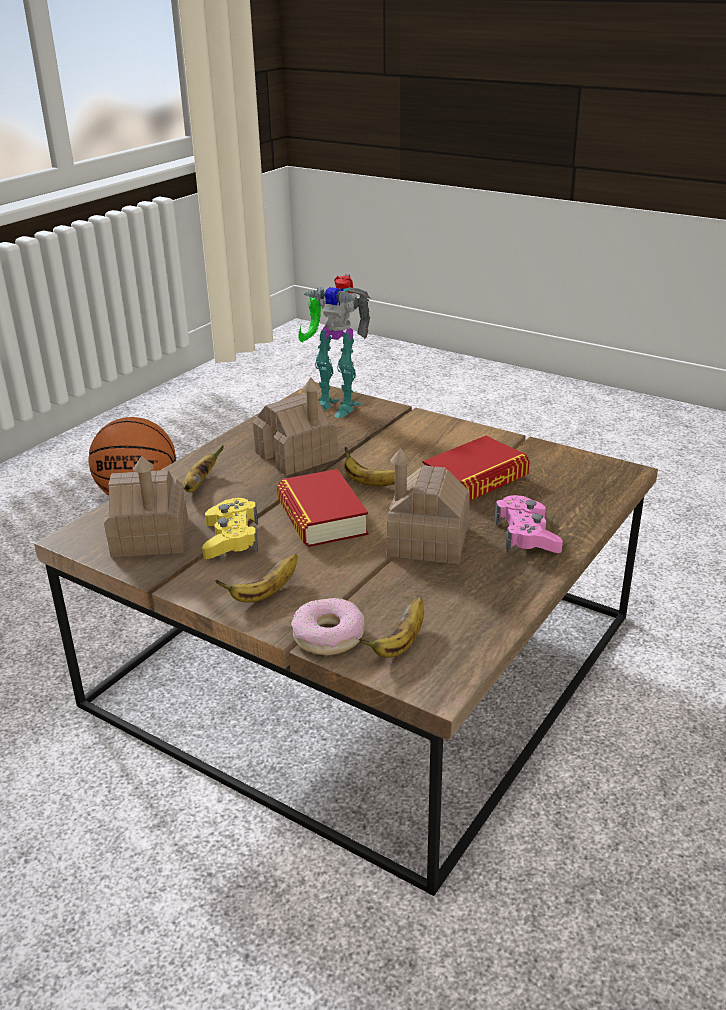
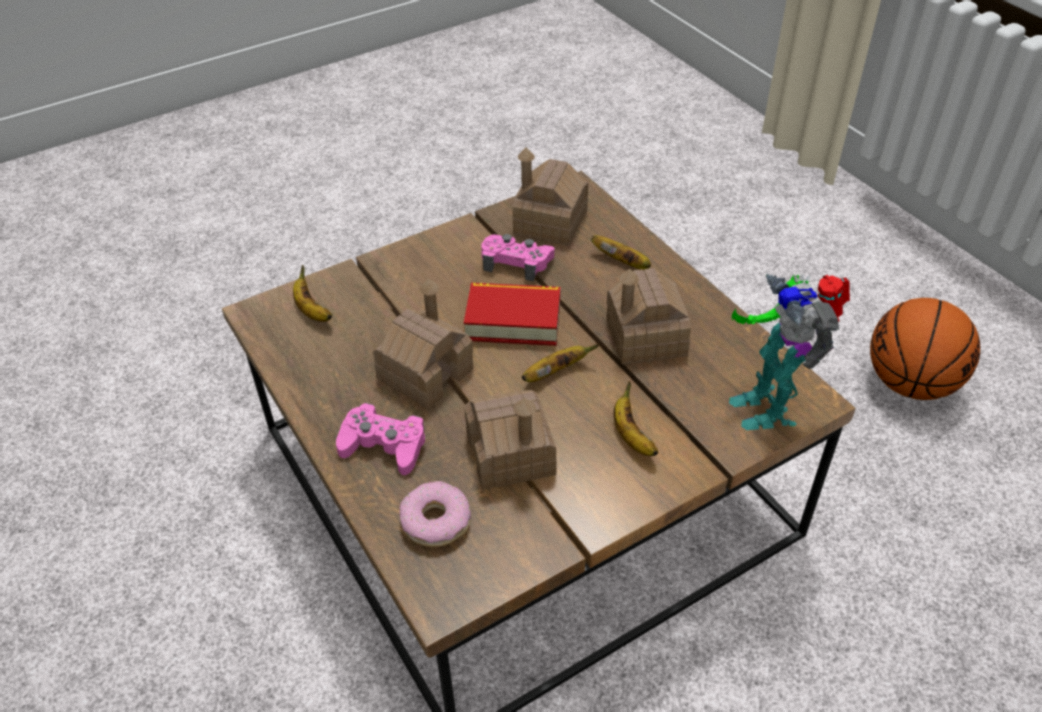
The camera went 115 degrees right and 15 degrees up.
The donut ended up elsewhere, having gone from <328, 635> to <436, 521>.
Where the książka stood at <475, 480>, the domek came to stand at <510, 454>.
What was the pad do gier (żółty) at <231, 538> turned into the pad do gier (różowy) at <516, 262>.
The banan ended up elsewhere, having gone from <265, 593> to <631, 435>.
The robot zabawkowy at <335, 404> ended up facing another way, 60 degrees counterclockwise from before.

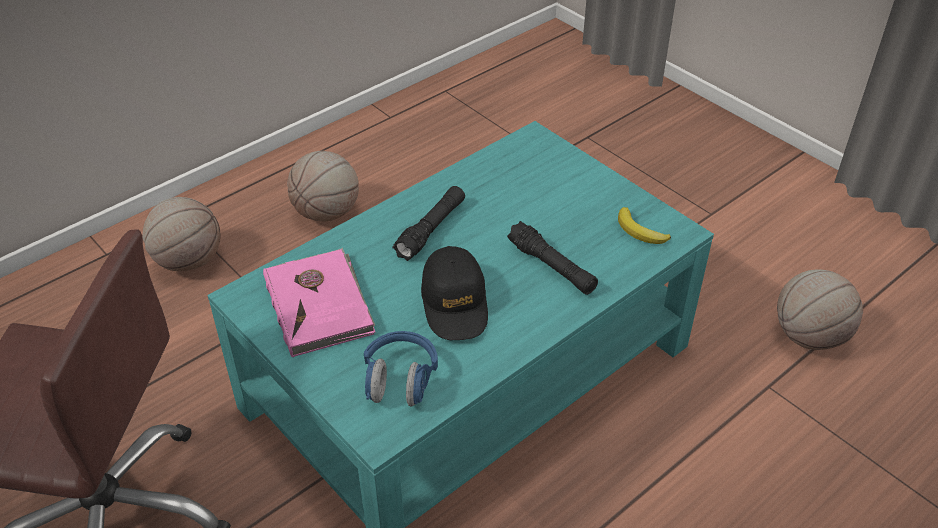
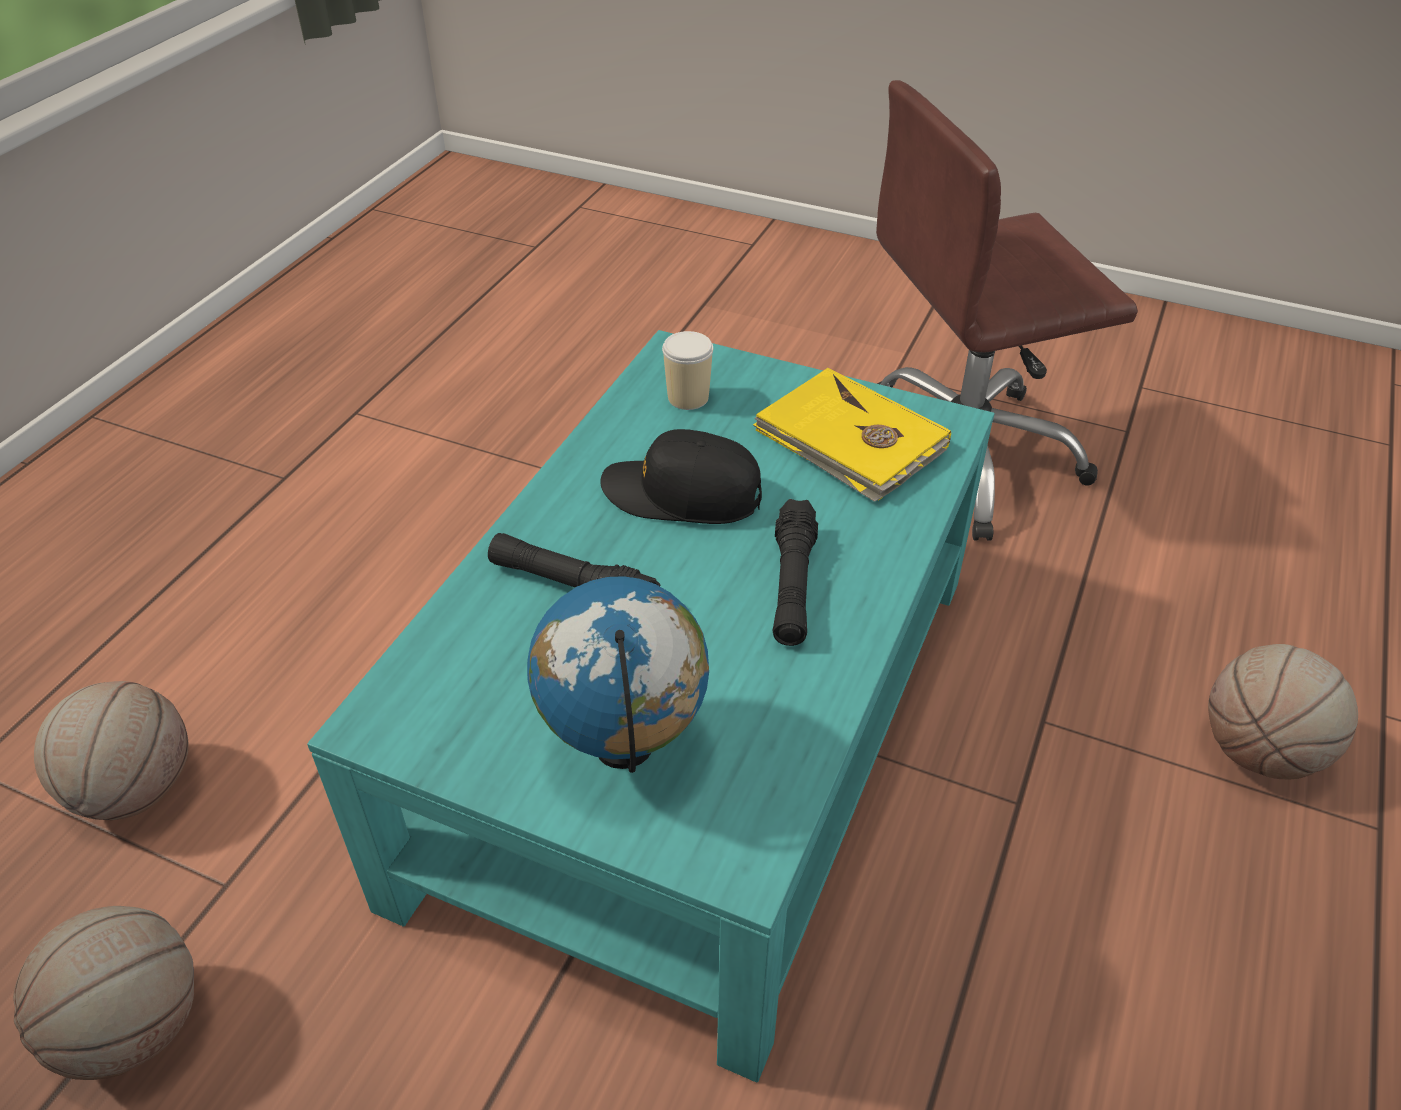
The camera went 155 degrees right and 0 degrees up.
The piłka do koszykówki ended up elsewhere, having gone from <327, 213> to <135, 790>.
The second view gained the globus at <625, 749>.
The czapka z daszkiem (czarny) at <455, 303> ended up facing another way, 45 degrees counterclockwise from before.
Where the słuchawki (niebieski) stood at <400, 380>, the filiżanka came to stand at <688, 398>.
What was the książka (różowy) at <320, 304> turned into the książka (żółty) at <850, 441>.
The second view lost the banan at <640, 231>.

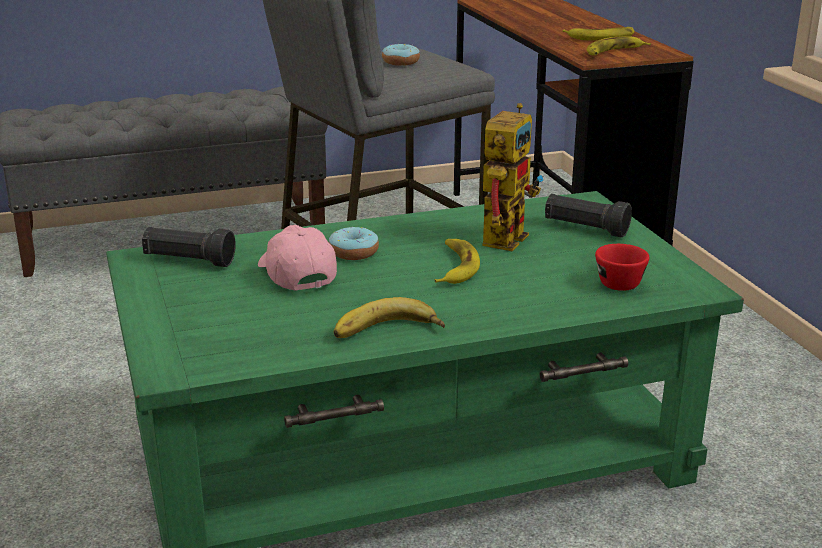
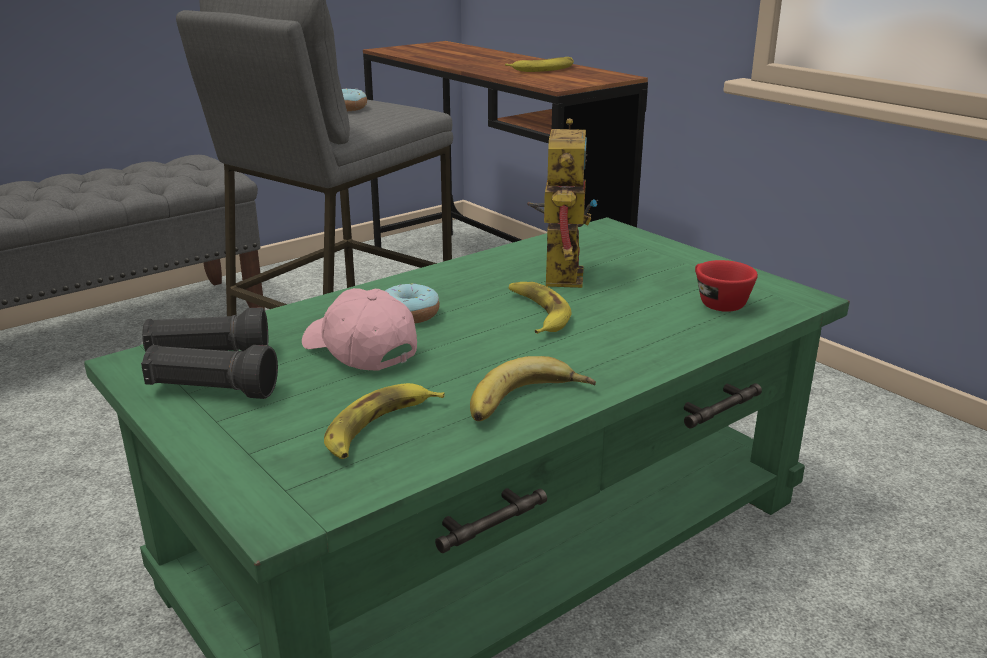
The camera went 20 degrees left and 0 degrees up.
The latarka (czarny) ended up elsewhere, having gone from <585, 228> to <211, 391>.
The banan ended up elsewhere, having gone from <614, 52> to <378, 428>.

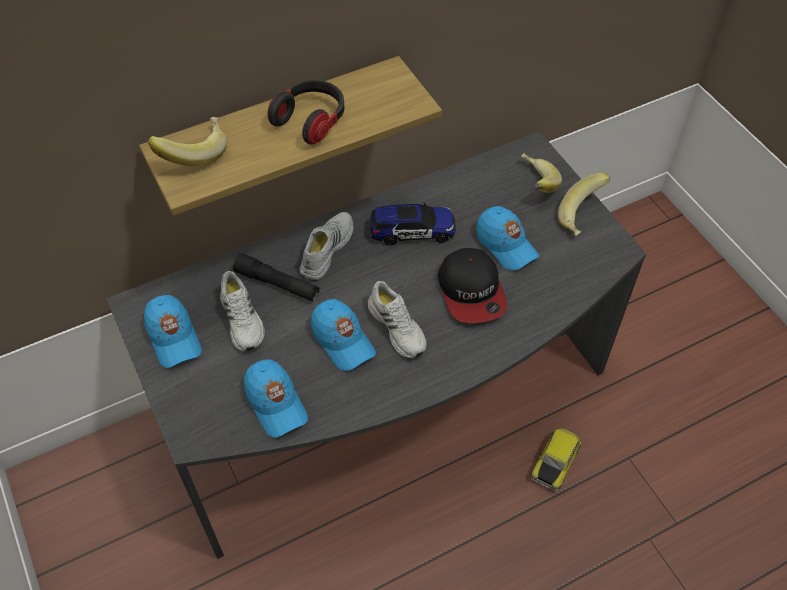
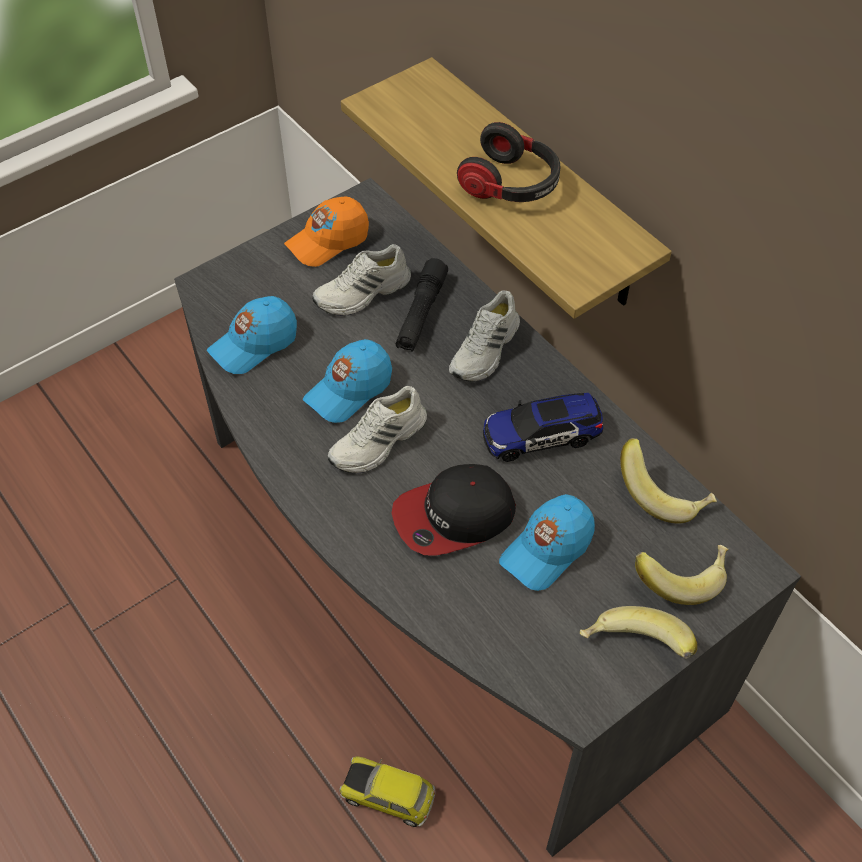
The camera went 80 degrees right and 0 degrees up.
What was the czapka z daszkiem (niebieski) at <173, 337> turned into the czapka z daszkiem (pomarańczowy) at <328, 241>.
The but (biały) at <326, 249> ended up facing another way, 105 degrees clockwise from before.
The samochodzik at <412, 231> ended up facing another way, 90 degrees clockwise from before.
The banan ended up elsewhere, having gone from <193, 152> to <663, 493>.

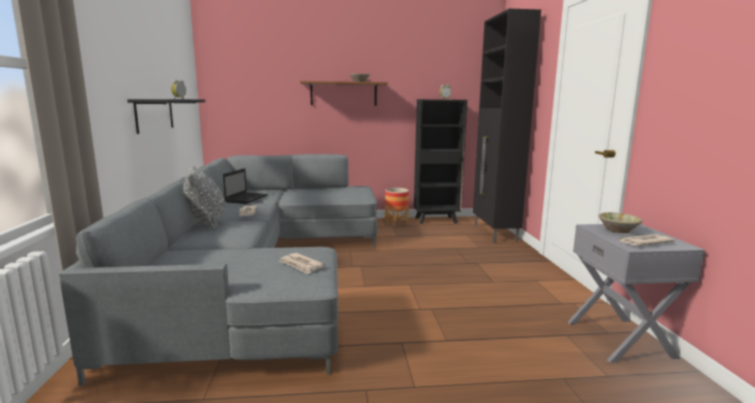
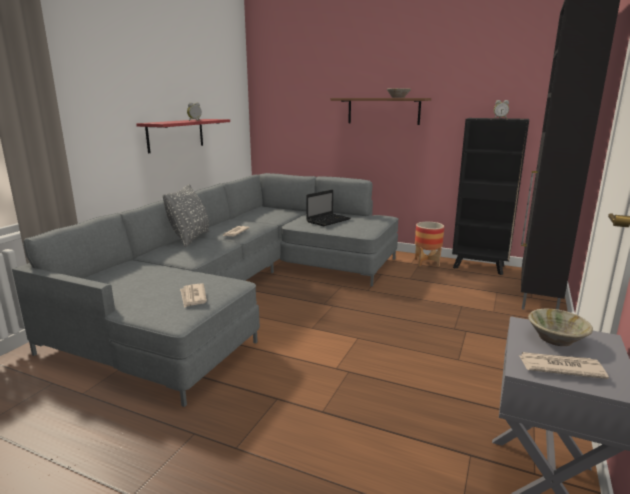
The camera went 30 degrees right and 5 degrees up.
What was the półka (czarny) at <154, 114> turned into the półka (czerwony) at <176, 135>.
The laptop ended up elsewhere, having gone from <247, 198> to <329, 220>.

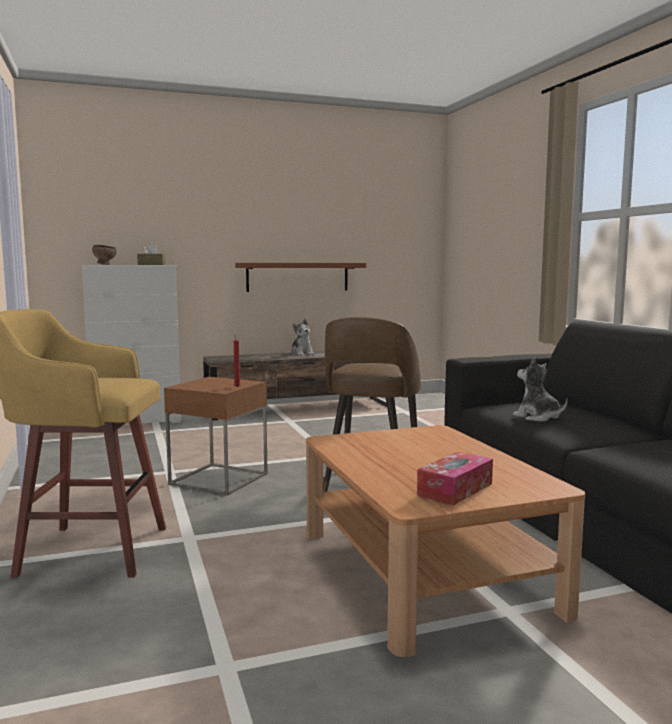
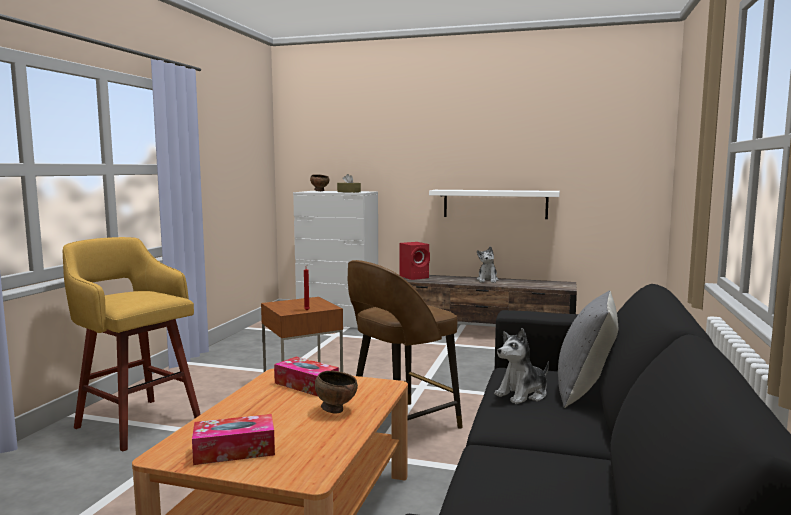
The camera went 35 degrees right and 0 degrees up.
The second view gained the pudełko chusteczek at <306, 385>.
The second view gained the miska (brązowy) at <336, 410>.
The second view gained the głośnik (czerwony) at <415, 277>.
What was the półka (brązowy) at <297, 277> turned into the półka (biały) at <495, 204>.
The pluszak at <537, 417> ended up facing another way, 120 degrees counterclockwise from before.
The second view gained the poduszka (szary) at <585, 392>.

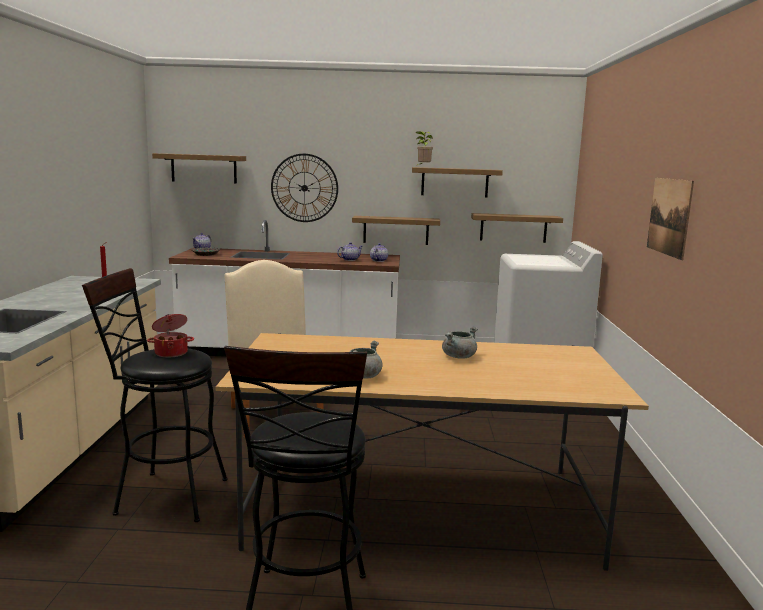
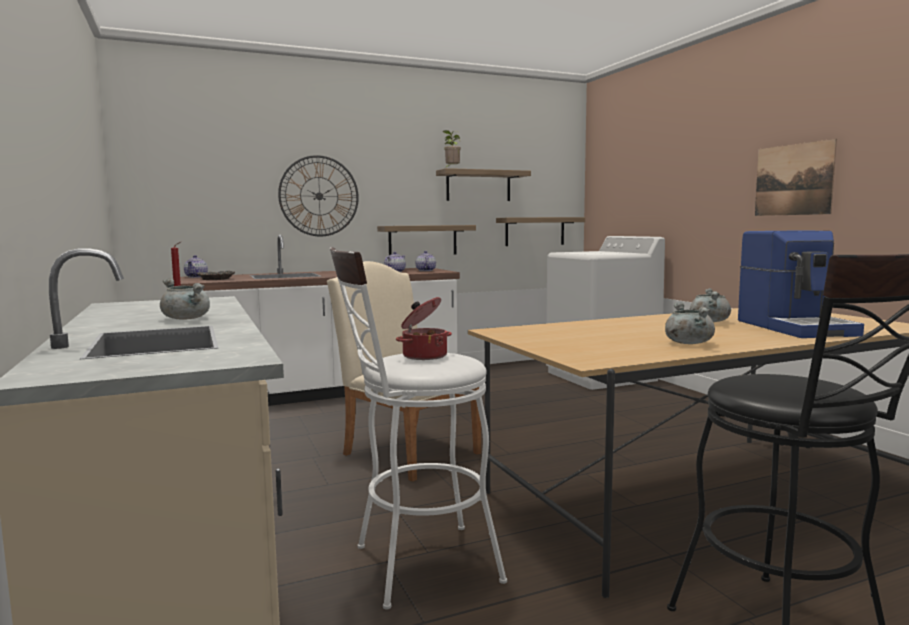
The camera went 25 degrees left and 5 degrees down.
The second view gained the garnek (szary) at <187, 319>.
What was the stołek (czarny) at <163, 495> turned into the stołek (biały) at <414, 566>.
The second view gained the ekspres do kawy at <796, 327>.
The second view lost the półka at <204, 168>.

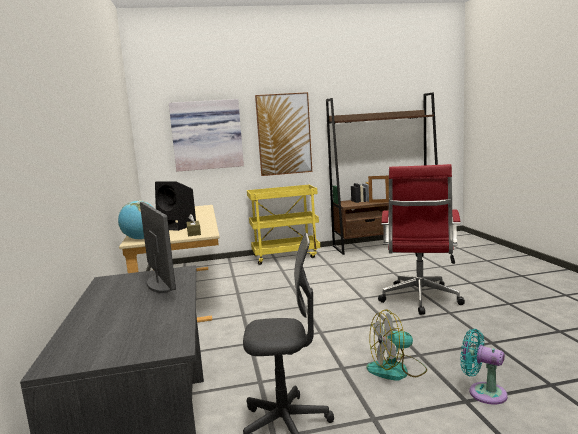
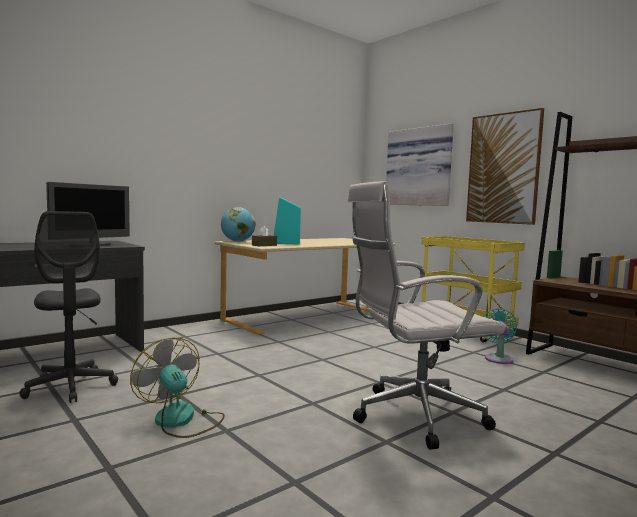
The camera went 60 degrees right and 5 degrees down.
What was the głośnik (czarny) at <177, 226> turned into the głośnik (turkusowy) at <286, 243>.
What was the krzesło biurowe (czerwony) at <420, 300> turned into the krzesło biurowe (biały) at <412, 416>.
The wentylator (turkusowy) ended up elsewhere, having gone from <483, 392> to <498, 358>.
The second view lost the ramka na zdjęcie at <379, 202>.

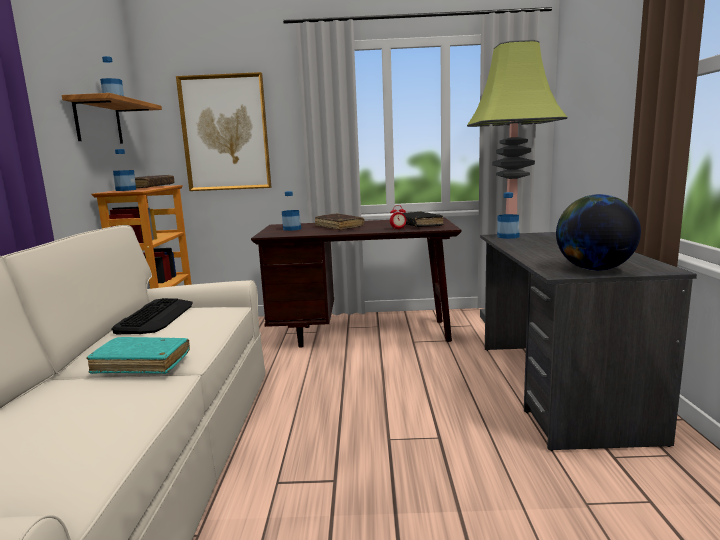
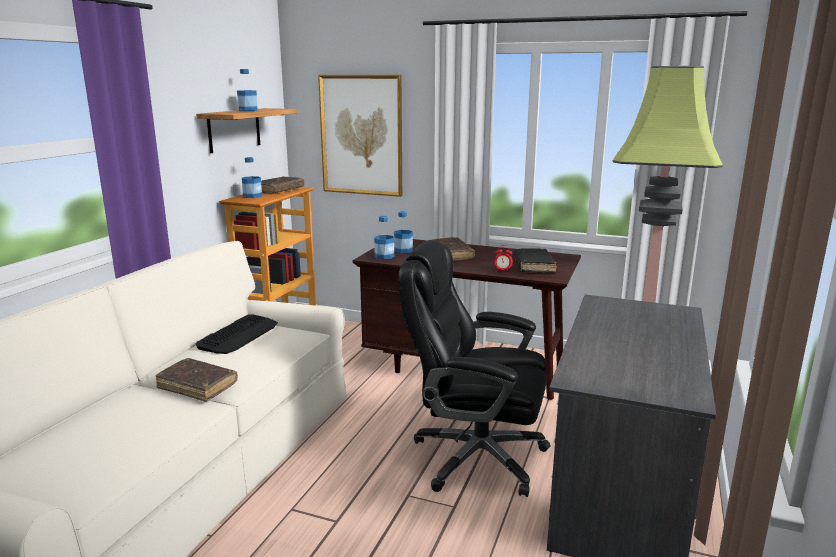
The camera went 20 degrees right and 5 degrees up.
What was the książka (turkusowy) at <142, 363> turned into the książka (brązowy) at <197, 386>.
The butelka ended up elsewhere, having gone from <508, 236> to <384, 256>.
The second view gained the krzesło biurowe (czarny) at <475, 456>.
The second view lost the globus at <594, 269>.

